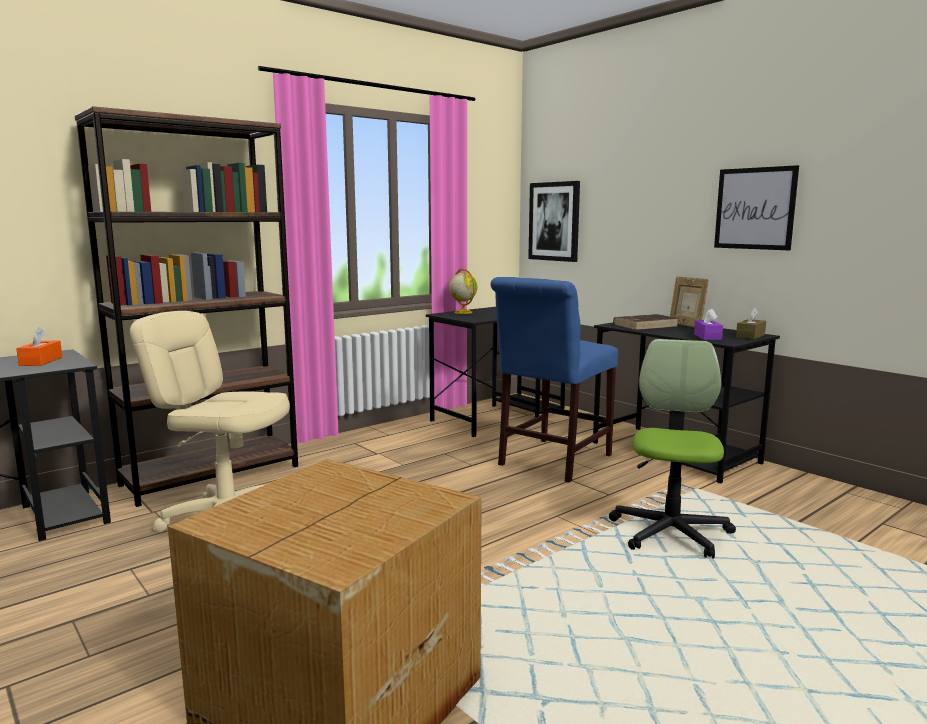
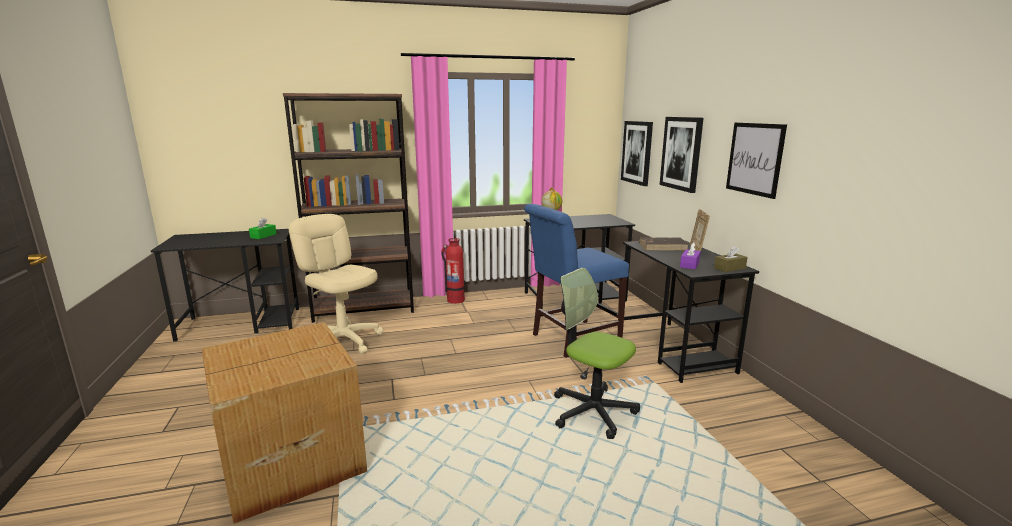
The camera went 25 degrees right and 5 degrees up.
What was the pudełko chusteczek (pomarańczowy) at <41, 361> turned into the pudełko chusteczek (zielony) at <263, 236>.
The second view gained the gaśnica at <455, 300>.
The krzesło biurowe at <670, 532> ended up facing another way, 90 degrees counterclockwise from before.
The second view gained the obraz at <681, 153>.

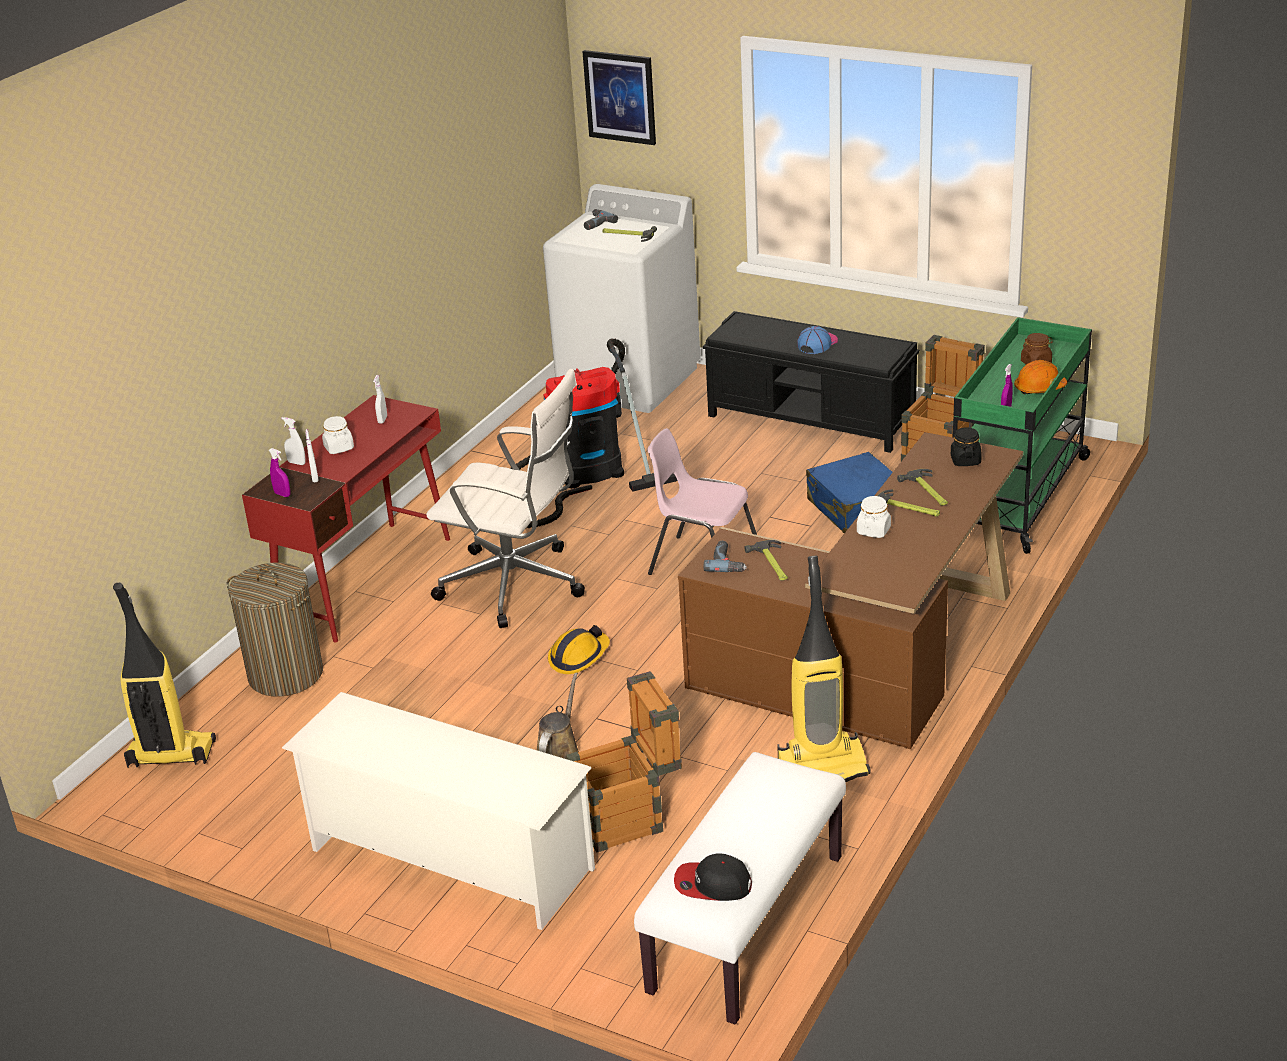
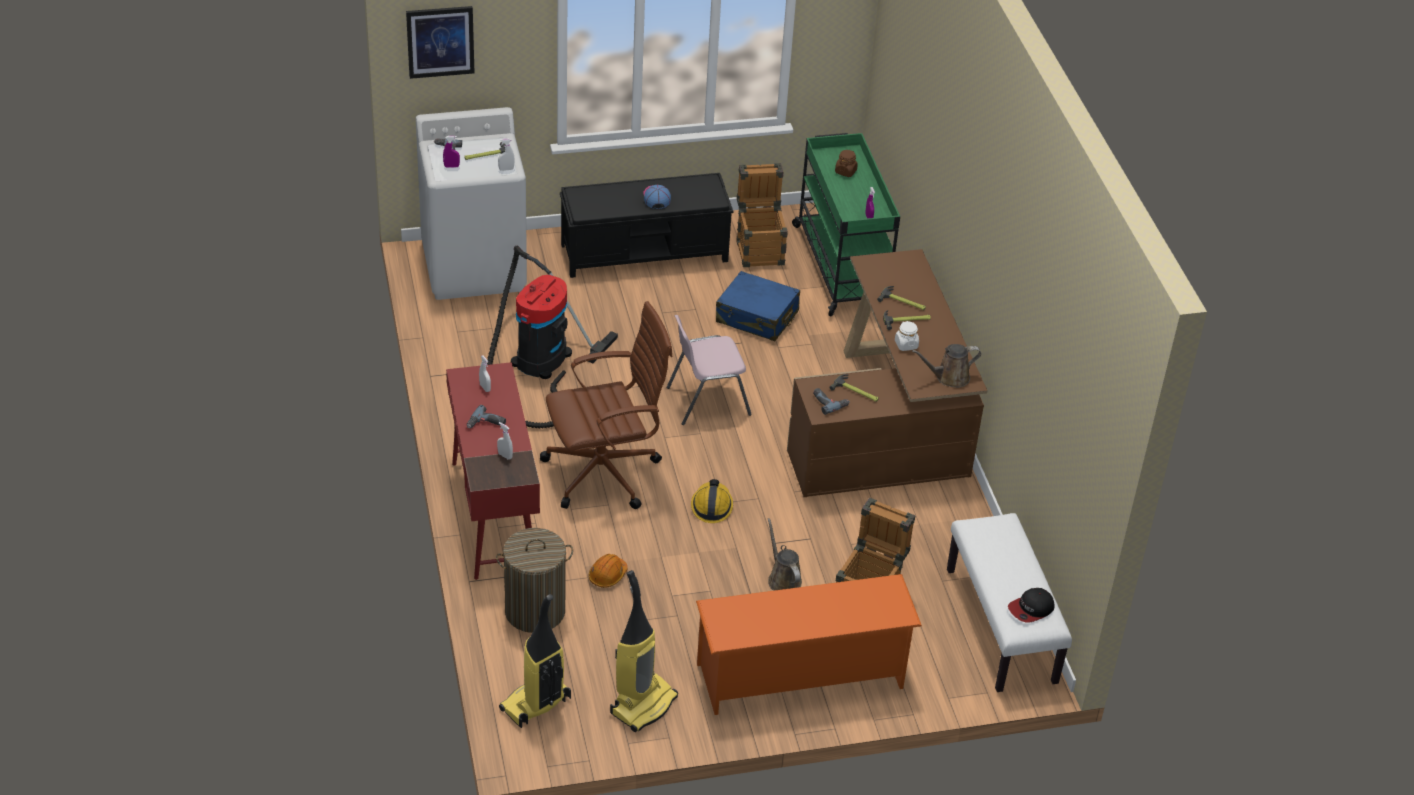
The camera went 45 degrees left and 10 degrees up.
The spryskiwacz (fioletowy) ended up elsewhere, having gone from <282, 494> to <451, 166>.
Where the słoik (biały) stood at <339, 448>, the wiertarka came to stand at <486, 424>.
The spryskiwacz (biały) ended up elsewhere, having gone from <296, 463> to <506, 169>.
What was the krzesło biurowe (biały) at <516, 585> turned into the krzesło biurowe (brązowy) at <605, 472>.
The kask (pomarańczowy) ended up elsewhere, having gone from <1039, 388> to <607, 575>.
The odkurzacz ended up elsewhere, having gone from <823, 766> to <643, 704>.
What was the regał na buty (biały) at <449, 859> turned into the regał na buty (pomarańczowy) at <801, 676>.
The second view gained the konewka (brązowy) at <949, 377>.
The second view lost the słoik (czarny) at <965, 460>.

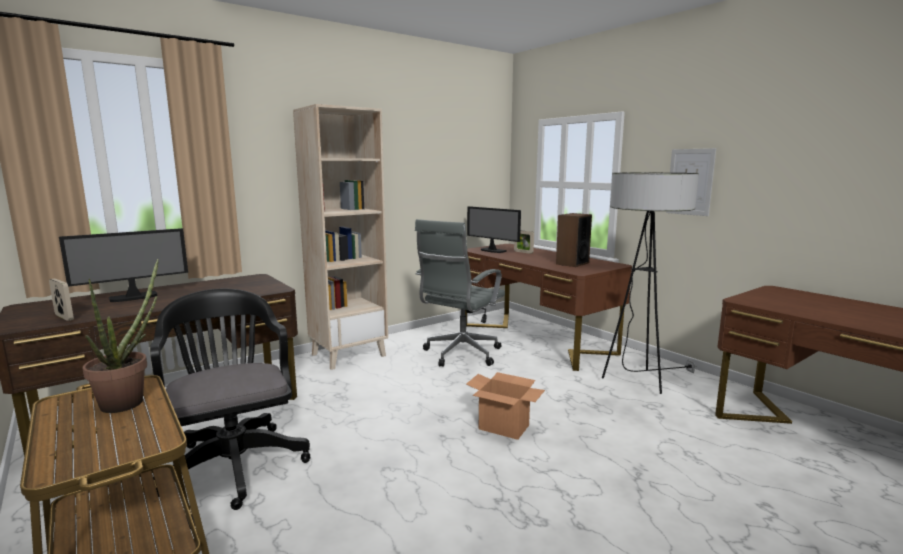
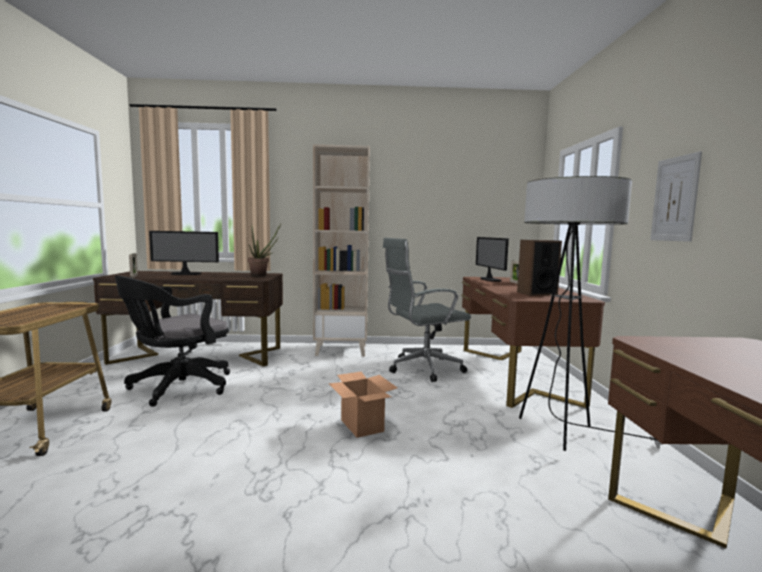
The camera went 35 degrees right and 5 degrees down.
The krzesło biurowe (czarny) at <233, 462> ended up facing another way, 150 degrees counterclockwise from before.
The roślina doniczkowa ended up elsewhere, having gone from <129, 400> to <261, 275>.

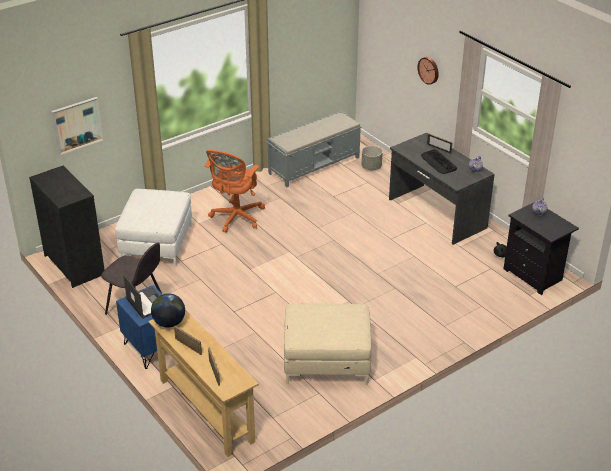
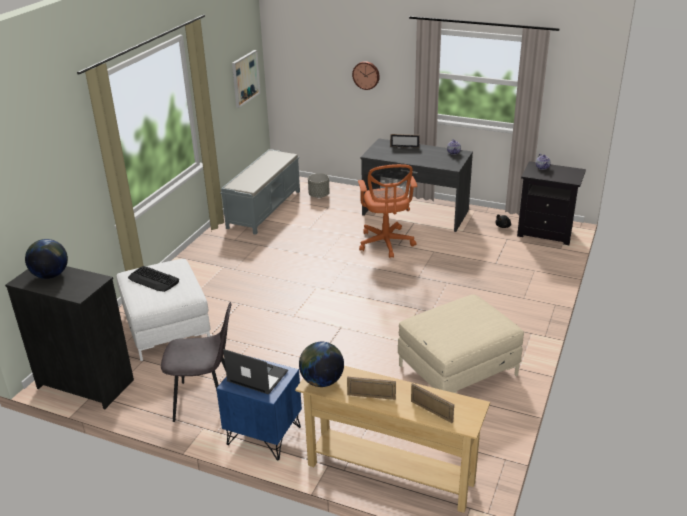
The camera went 30 degrees left and 5 degrees down.
The second view gained the globus at <50, 275>.
The klawiatura ended up elsewhere, having gone from <438, 162> to <153, 280>.
The obraz ended up elsewhere, having gone from <77, 125> to <245, 78>.
The krzesło biurowe (pomarańczowy) ended up elsewhere, having gone from <236, 218> to <386, 244>.

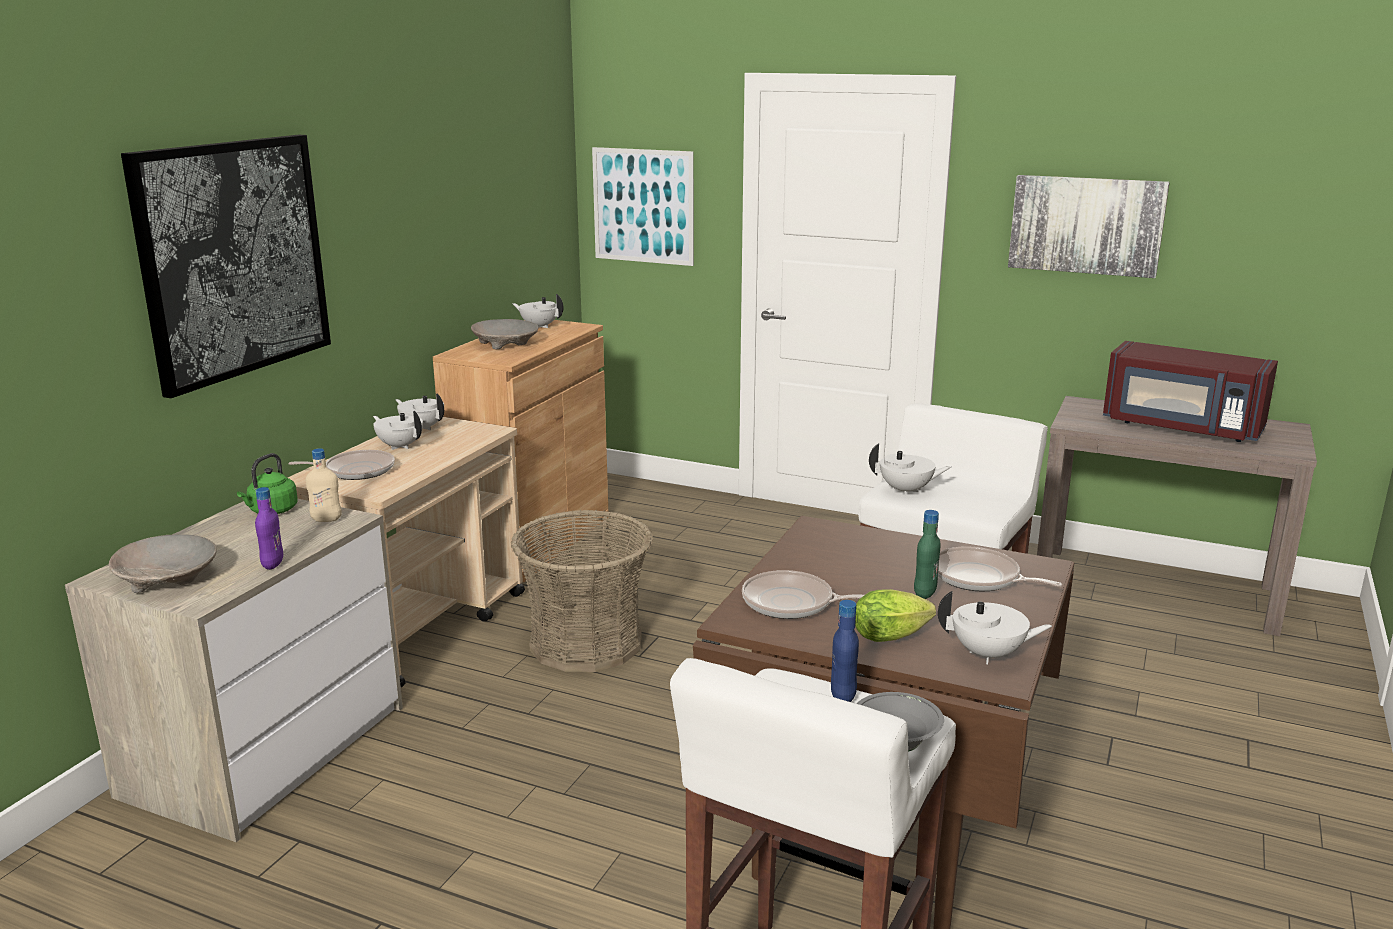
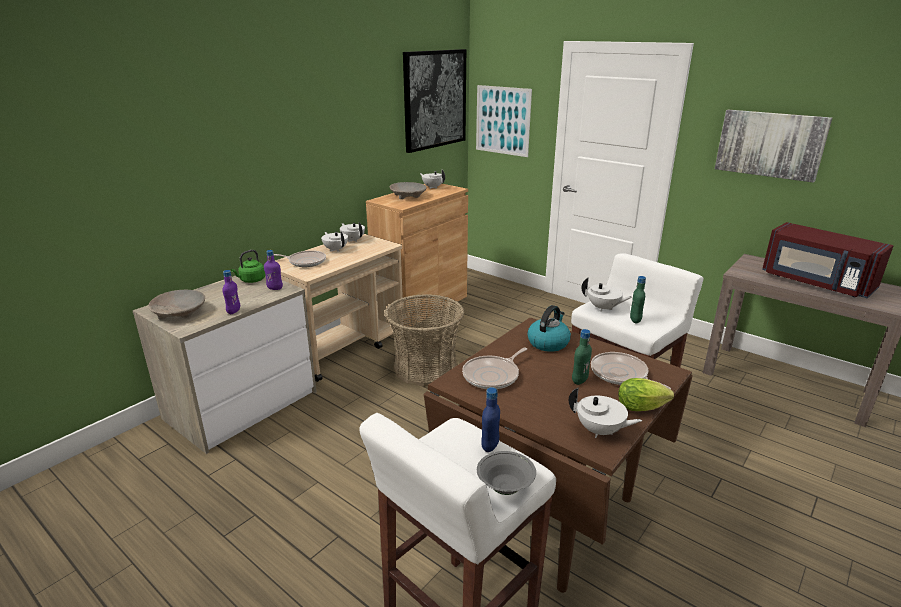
The camera went 15 degrees right and 5 degrees up.
What was the butelka (beżowy) at <326, 519> turned into the butelka (fioletowy) at <275, 288>.
The obraz ended up elsewhere, having gone from <233, 259> to <435, 99>.
The patelnia at <792, 603> ended up facing another way, 75 degrees counterclockwise from before.
The second view gained the czajnik at <548, 342>.
The sałata ended up elsewhere, having gone from <894, 636> to <644, 408>.
The second view gained the butelka (zielony) at <635, 320>.

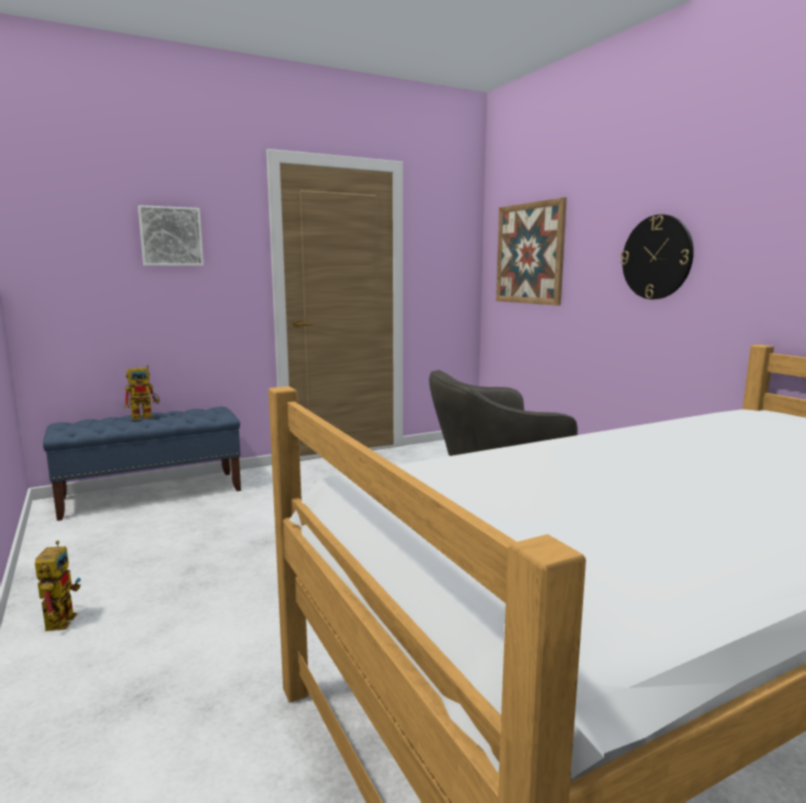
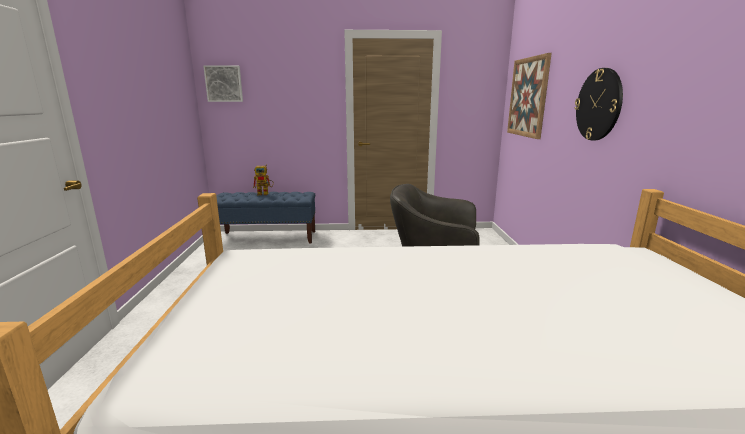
The camera went 25 degrees right and 5 degrees up.
The obraz ended up elsewhere, having gone from <171, 236> to <224, 84>.
The second view lost the robot zabawkowy at <60, 618>.

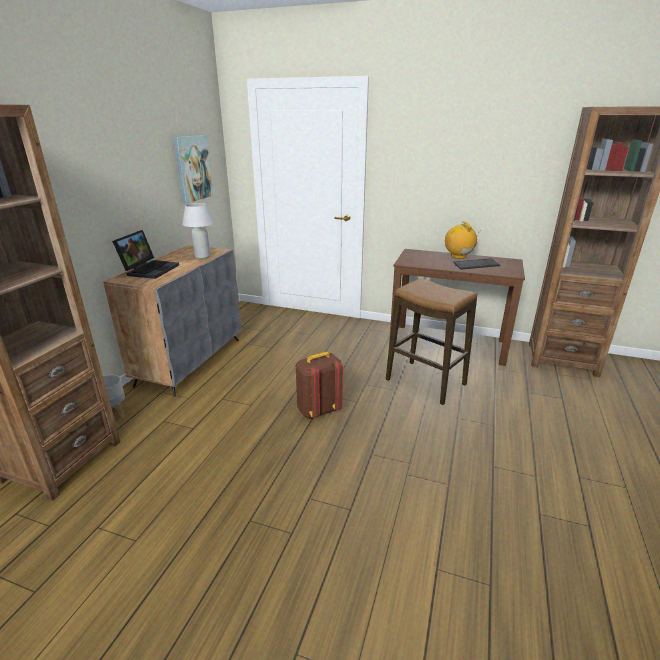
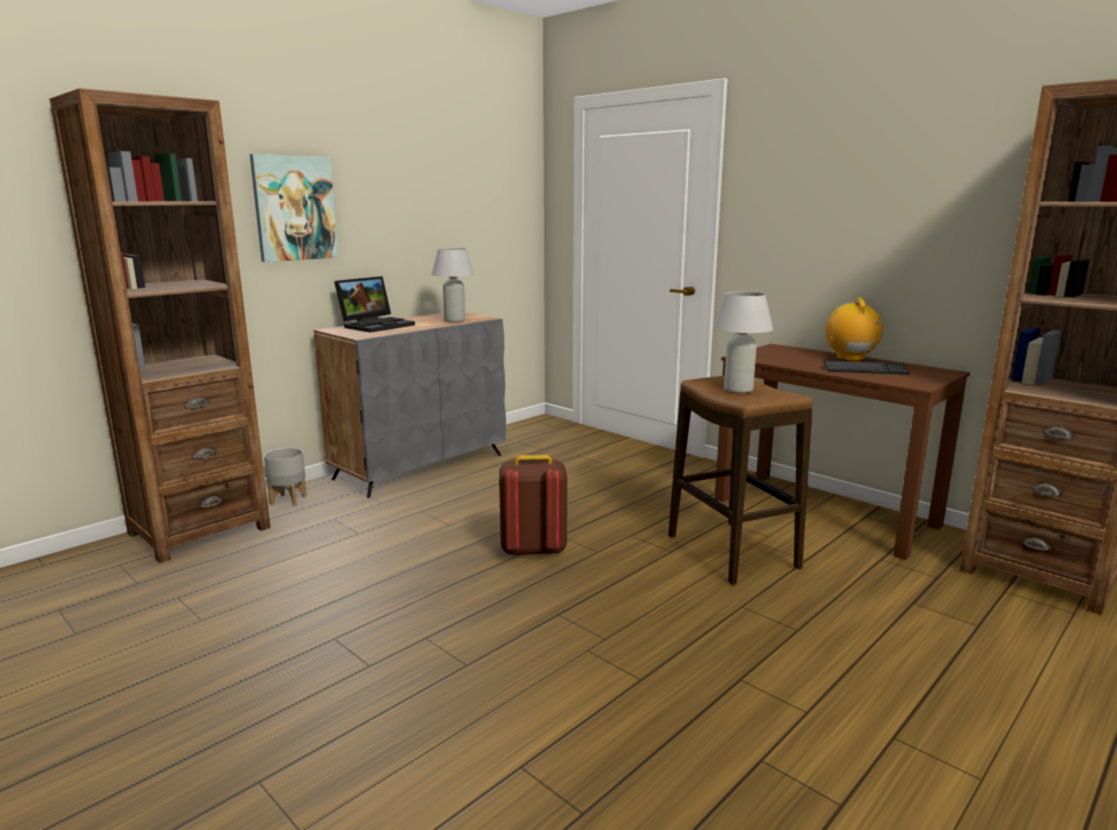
The camera went 25 degrees right and 10 degrees down.
The obraz ended up elsewhere, having gone from <193, 168> to <294, 208>.
The second view gained the lampa stołowa (biały) at <738, 390>.

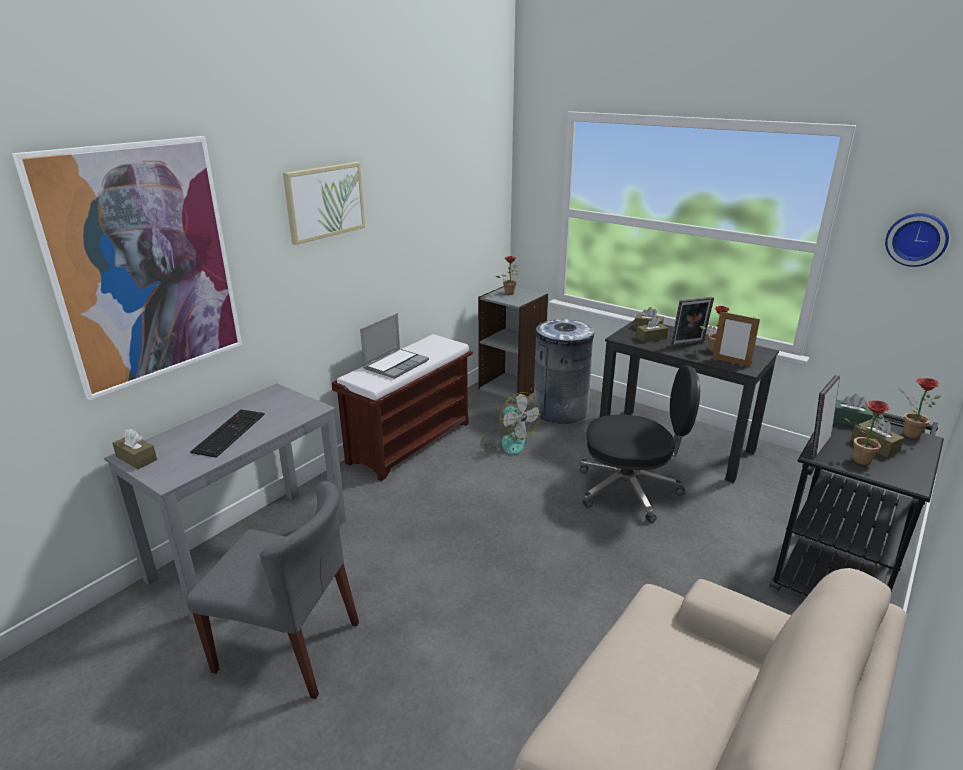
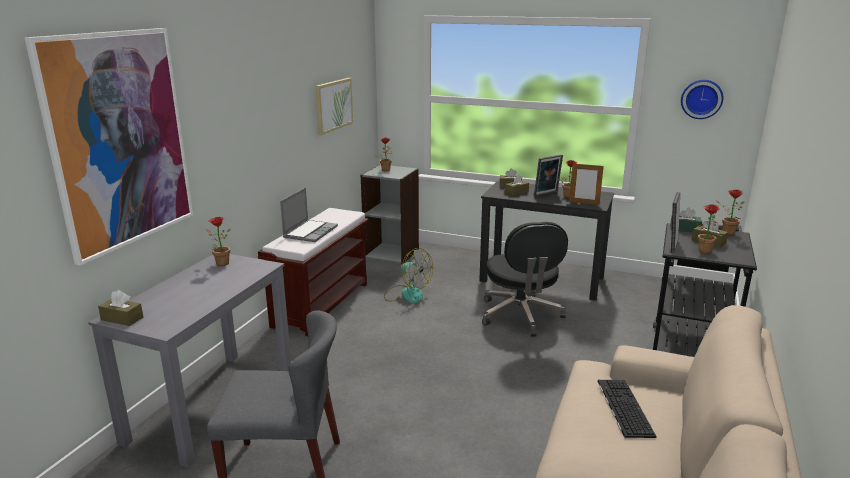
The camera went 15 degrees left and 5 degrees down.
The second view gained the roślina doniczkowa at <220, 263>.
The obraz ended up elsewhere, having gone from <325, 201> to <333, 105>.
The krzesło biurowe (czarny) at <630, 490> ended up facing another way, 90 degrees clockwise from before.
The klawiatura ended up elsewhere, having gone from <229, 432> to <623, 407>.
The second view lost the kosz na śmieci (szary) at <560, 411>.

